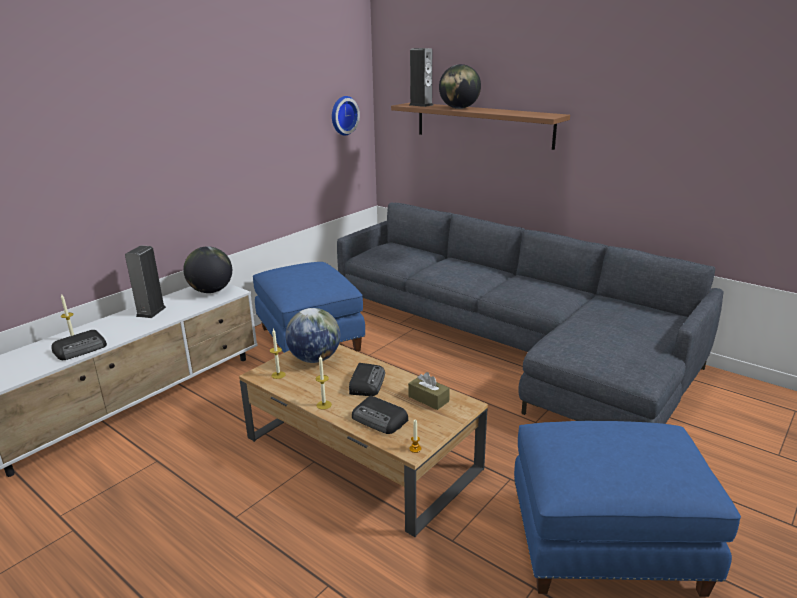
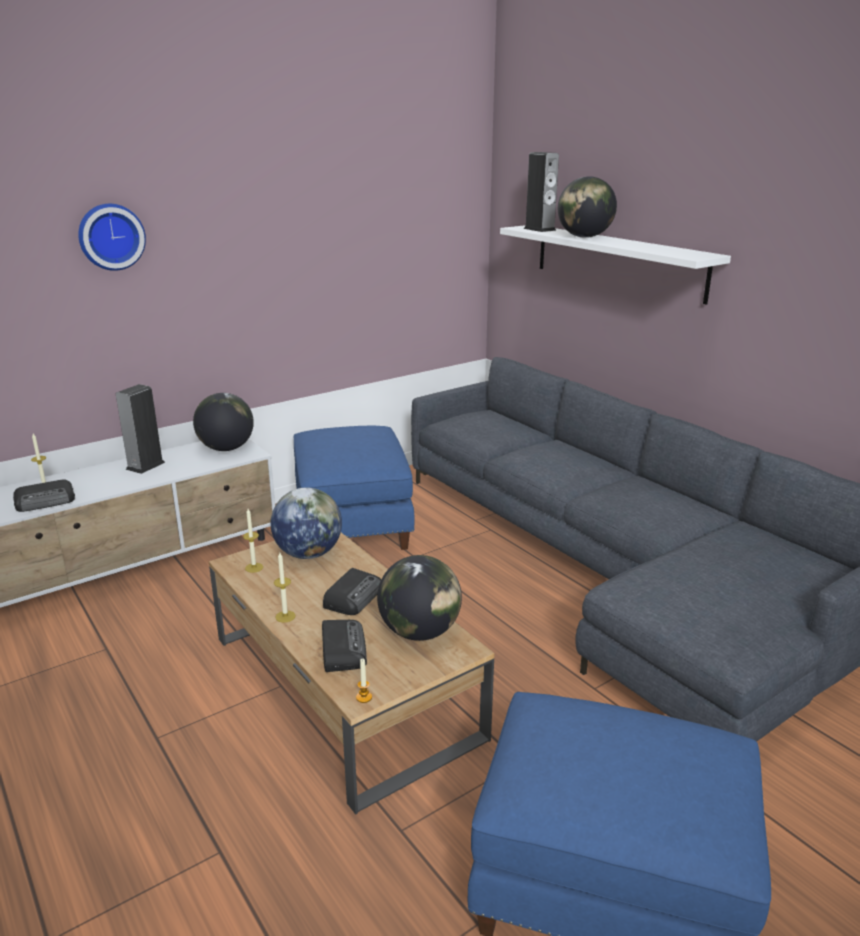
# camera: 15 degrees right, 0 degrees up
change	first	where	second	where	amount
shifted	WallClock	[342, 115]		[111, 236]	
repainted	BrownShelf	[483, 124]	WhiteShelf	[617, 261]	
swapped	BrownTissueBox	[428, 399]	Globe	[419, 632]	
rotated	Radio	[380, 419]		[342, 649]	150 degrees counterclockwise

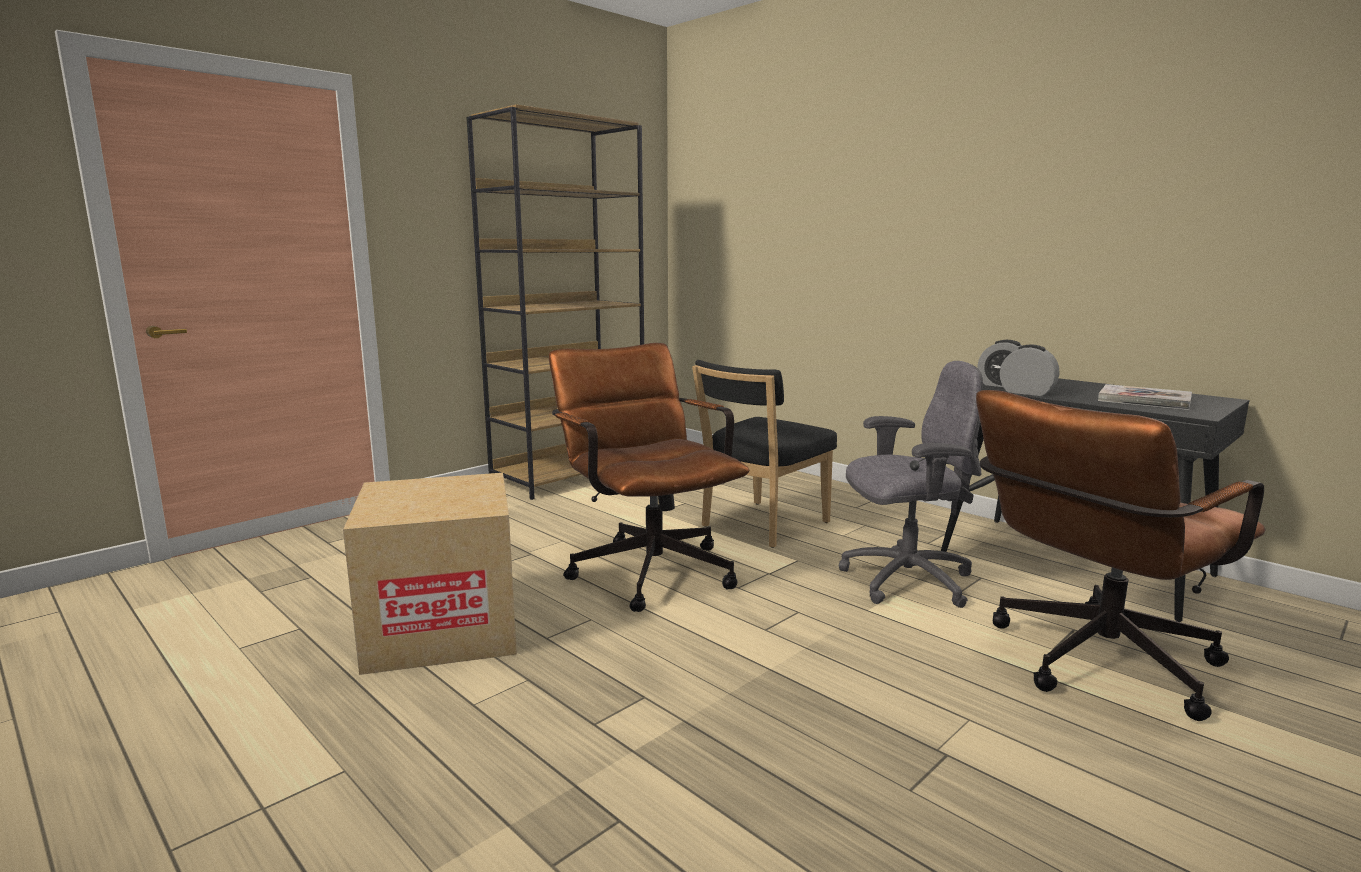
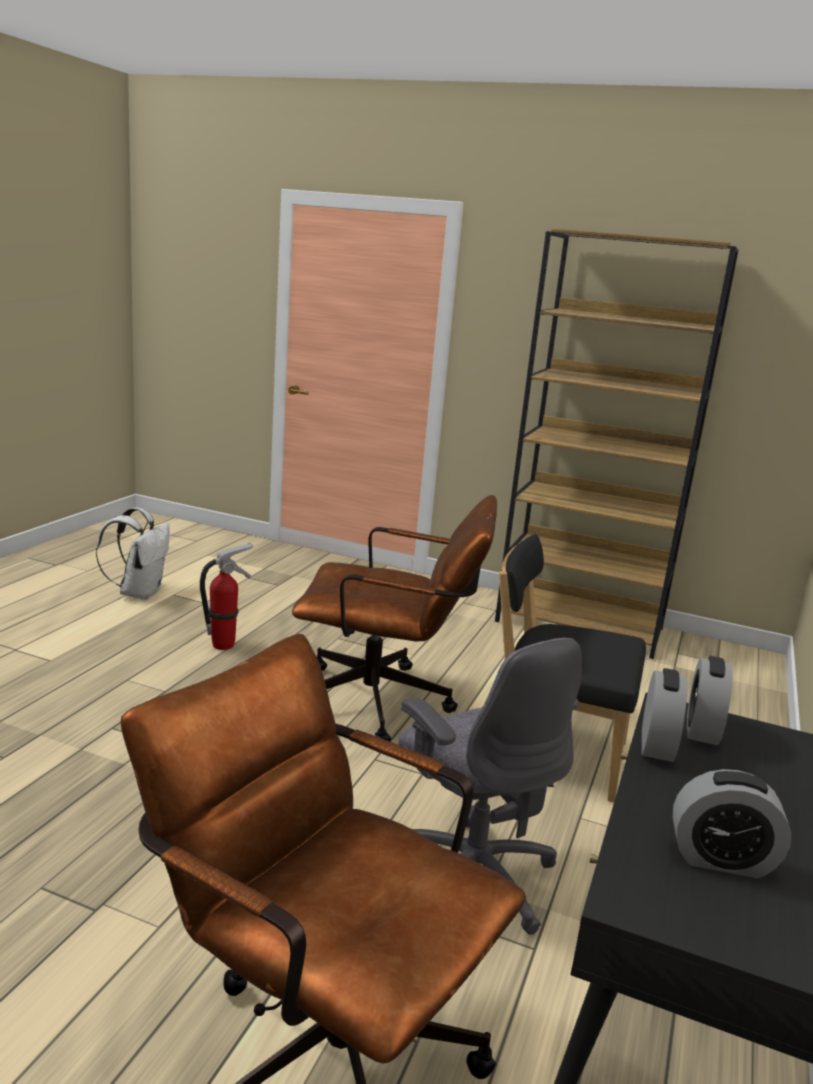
# camera: 65 degrees right, 5 degrees up
change	first	where	second	where	amount
rotated	BrownOfficeChair	[647, 567]		[386, 704]	60 degrees clockwise
swapped	Book	[1144, 400]	AlarmClock	[721, 859]	
swapped	CardboardBox	[442, 629]	FireExtinguisher	[224, 645]	
new			WhiteBackpack	[139, 593]	

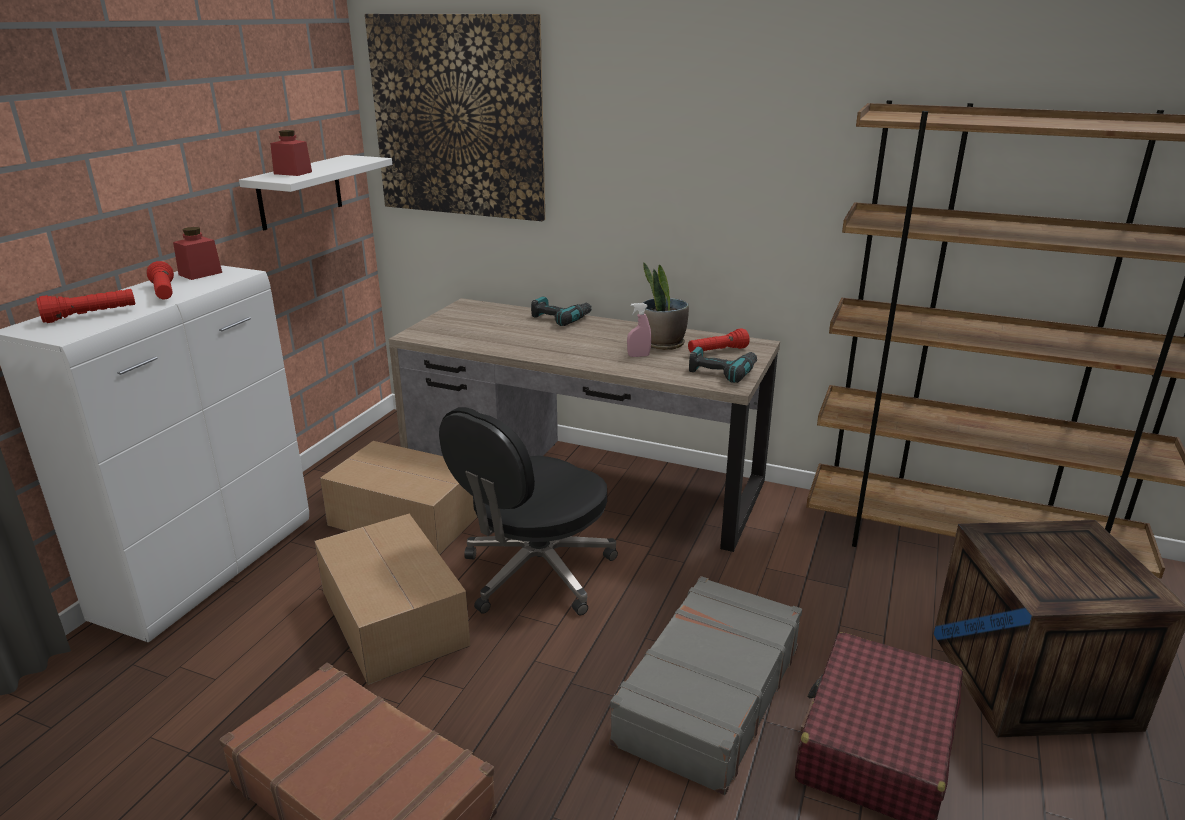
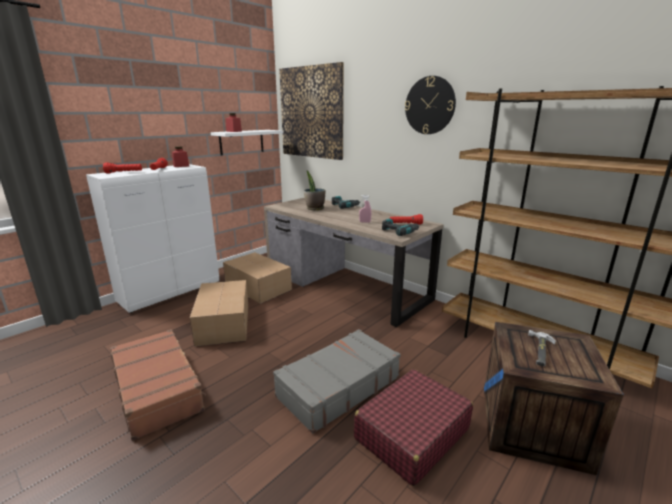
# camera: 20 degrees right, 5 degrees down
change	first	where	second	where	amount
shifted	PottedPlant	[663, 344]		[314, 208]	
gone	BlackOfficeChair	[535, 574]			
new			WallClock	[429, 105]	
new			Hammer	[540, 350]	

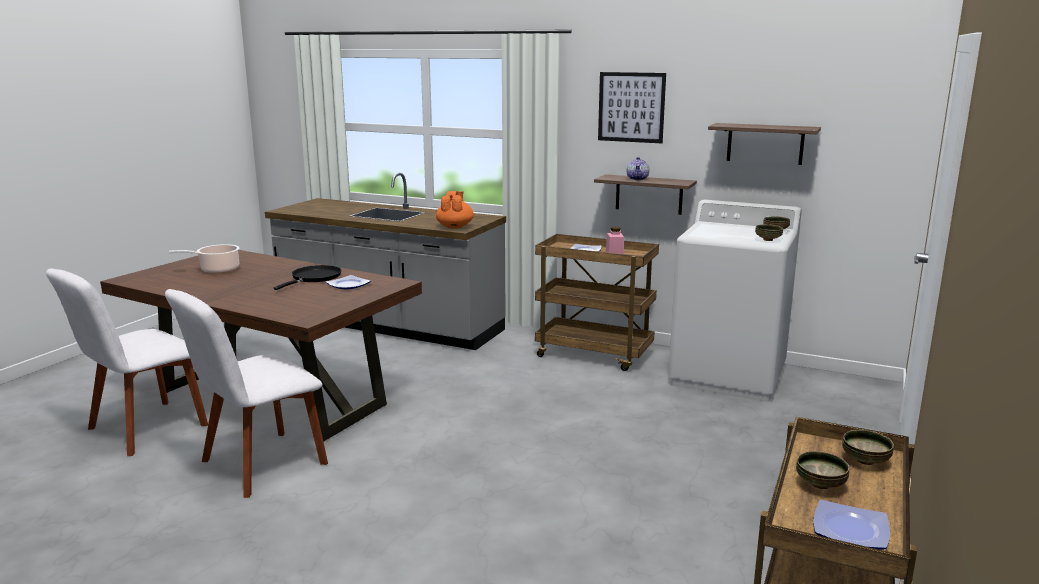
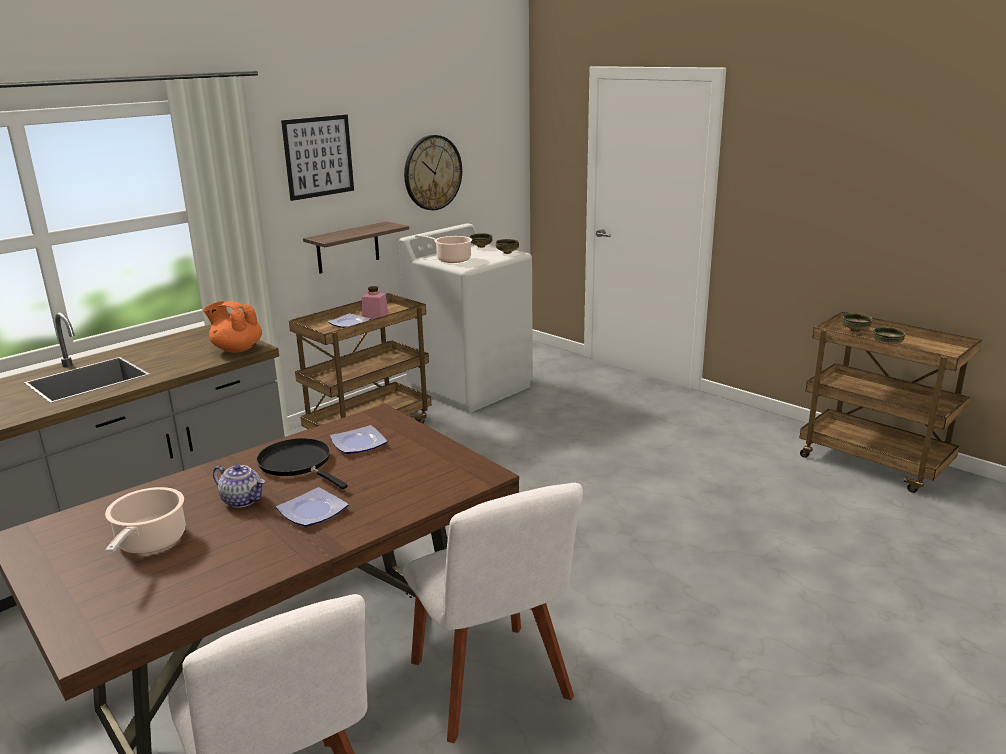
# camera: 70 degrees left, 5 degrees up
change	first	where	second	where	amount
swapped	Shelf	[765, 143]	WallClock	[432, 172]	
shifted	Teapot	[637, 179]		[243, 500]	
shifted	Plate	[849, 529]		[311, 511]	
new			CookingPot	[451, 259]	

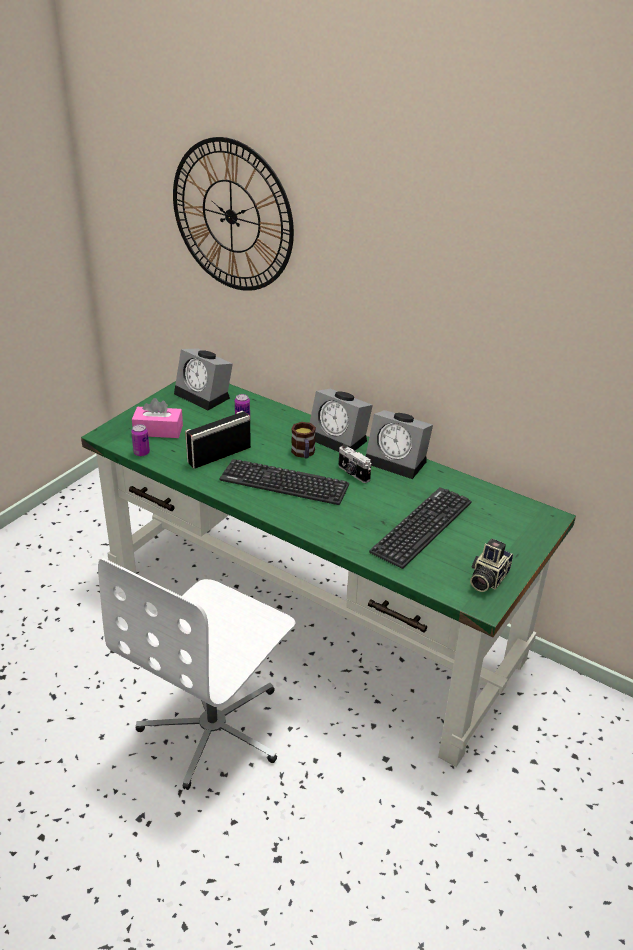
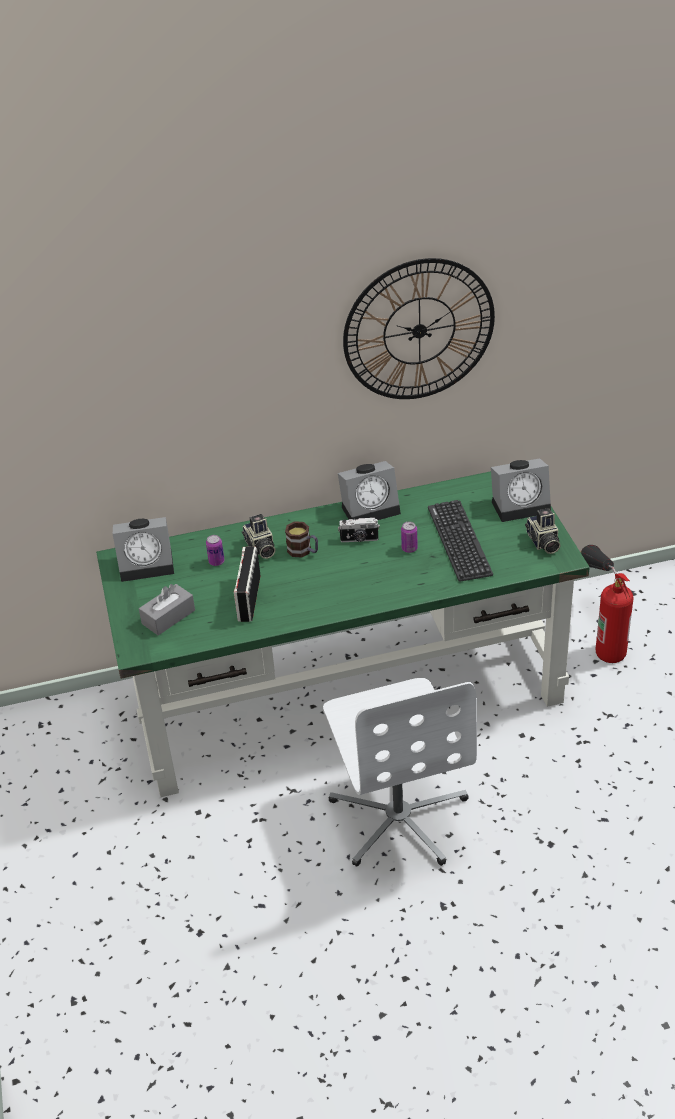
# camera: 45 degrees left, 5 degrees up
change	first	where	second	where	amount
shifted	WallClock	[231, 216]		[419, 330]	
shifted	AlarmClock	[340, 439]		[521, 505]	
repainted	PinkTissueBox	[158, 430]	GreyTissueBox	[168, 617]	
shifted	Can	[141, 453]		[409, 549]	
gone	Keyboard	[284, 483]			
new			PhotoCamera	[260, 548]	
new			FireExtinguisher	[601, 633]	

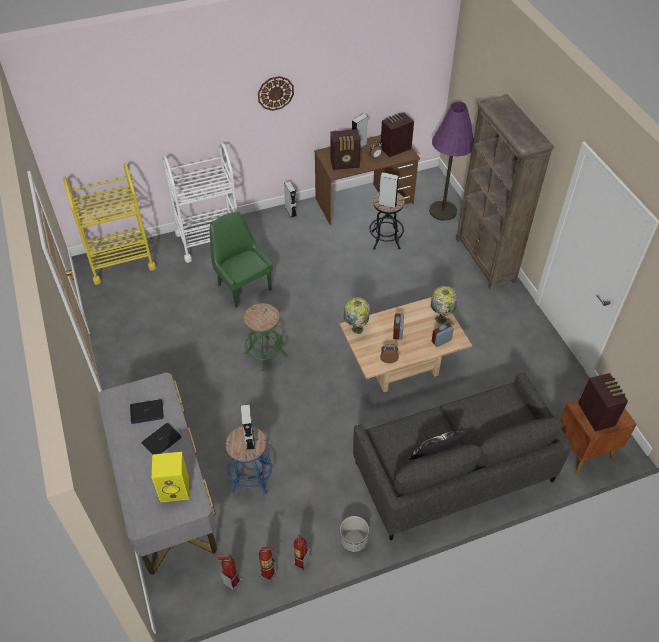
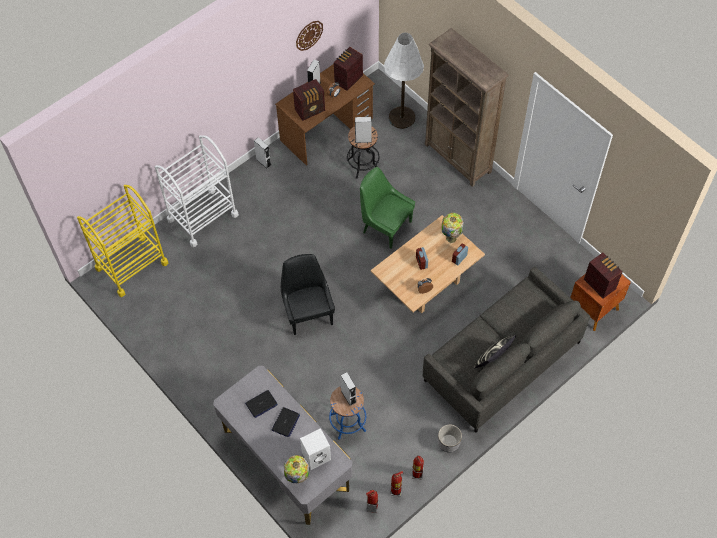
# camera: 20 degrees left, 10 degrees up
change	first	where	second	where	amount
shifted	WallClock	[275, 93]		[309, 35]	
repainted	PurpleFloorLamp	[443, 211]	WhiteFloorLamp	[402, 118]	
shifted	GreenChair	[243, 286]		[385, 226]	
shifted	TableLamp	[356, 329]		[298, 478]	
swapped	GreenStool	[265, 354]	BlackChair	[308, 313]	
repainted	YellowSpeaker	[175, 488]	WhiteSpeaker	[316, 455]	

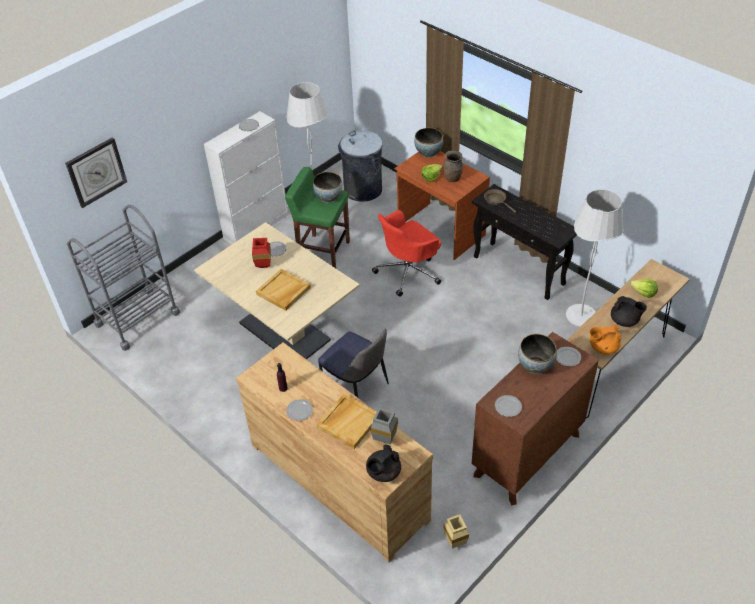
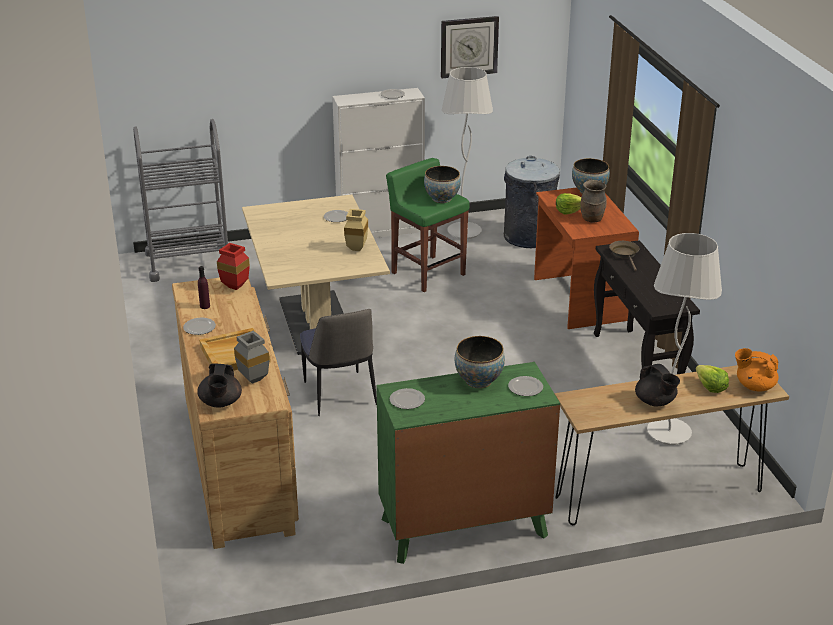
# camera: 30 degrees right, 15 degrees down
change	first	where	second	where	amount
shifted	WallClock	[96, 172]		[469, 46]	
gone	RedOfficeChair	[408, 272]			
shifted	RedVase	[264, 265]		[236, 287]	
gone	BeigeTray	[283, 291]			
shifted	OrangeTeapot	[602, 347]		[754, 386]	
repainted	BrownDresser	[527, 455]	GreenDresser	[464, 527]	
rotated	BlackTeapot	[383, 473]		[220, 403]	75 degrees counterclockwise
shifted	BeigeVase	[454, 541]		[356, 248]	

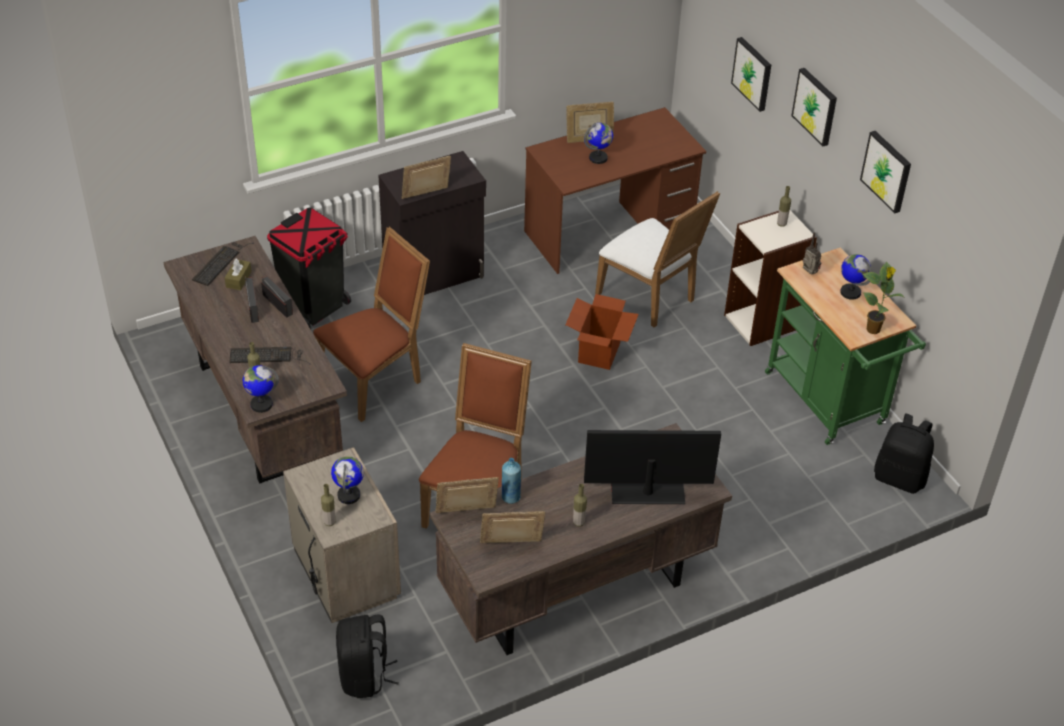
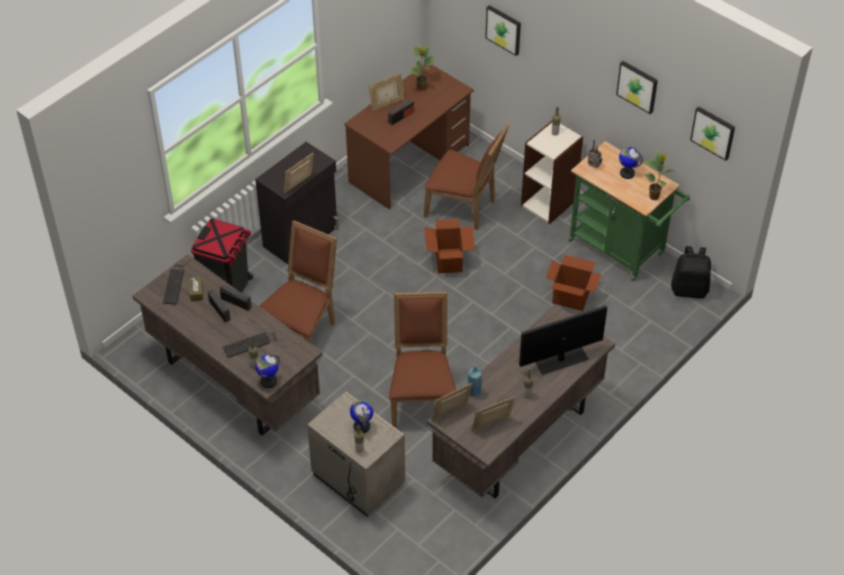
# camera: 20 degrees left, 5 degrees up
change	first	where	second	where	amount
shifted	Picture	[816, 106]		[713, 132]	
swapped	Globe	[598, 158]	Radio	[401, 117]	
repainted	WhiteChair	[651, 298]	BrownChair	[464, 208]	
gone	BlackBackpack	[364, 676]			
new			PottedPlant	[421, 88]	
new			CardboardBox	[571, 298]	

